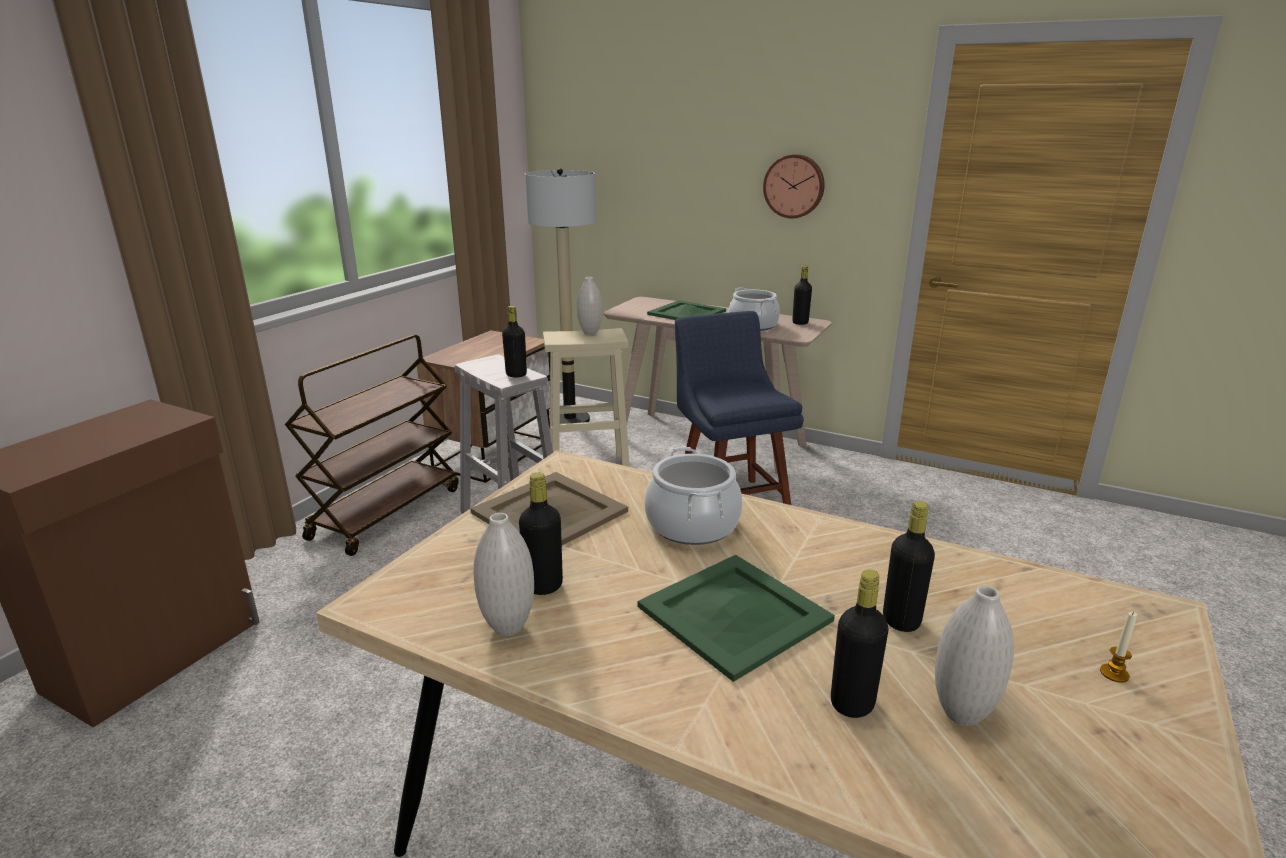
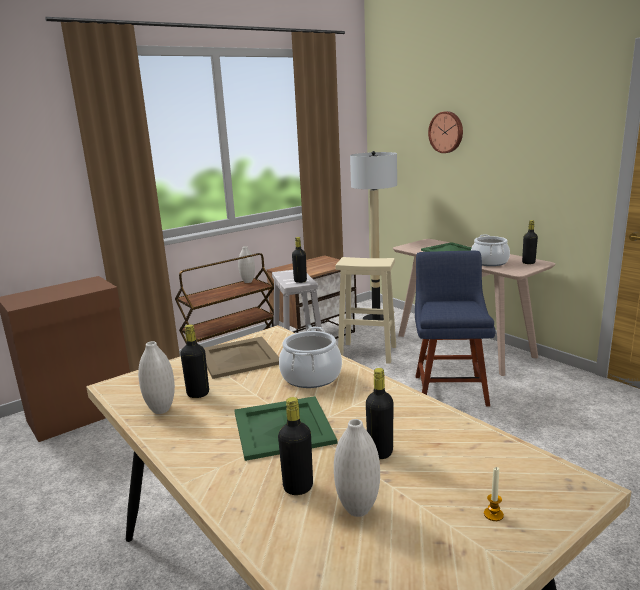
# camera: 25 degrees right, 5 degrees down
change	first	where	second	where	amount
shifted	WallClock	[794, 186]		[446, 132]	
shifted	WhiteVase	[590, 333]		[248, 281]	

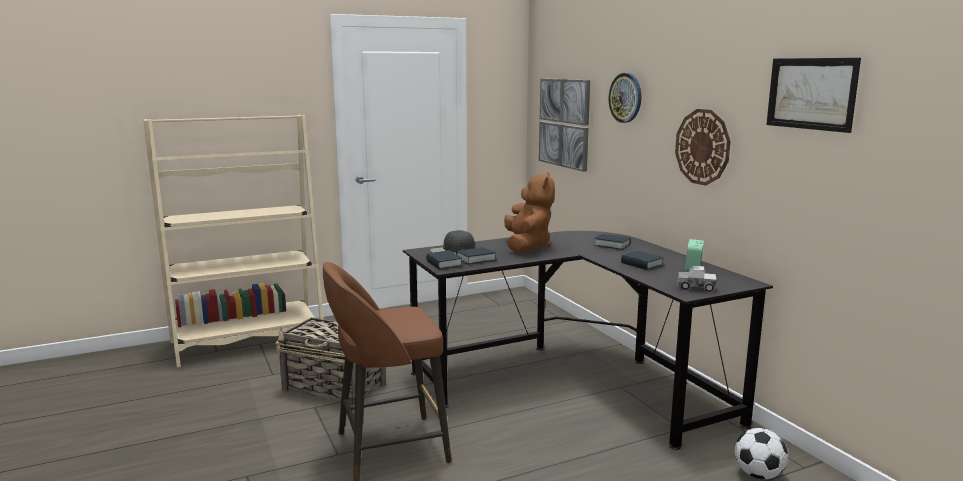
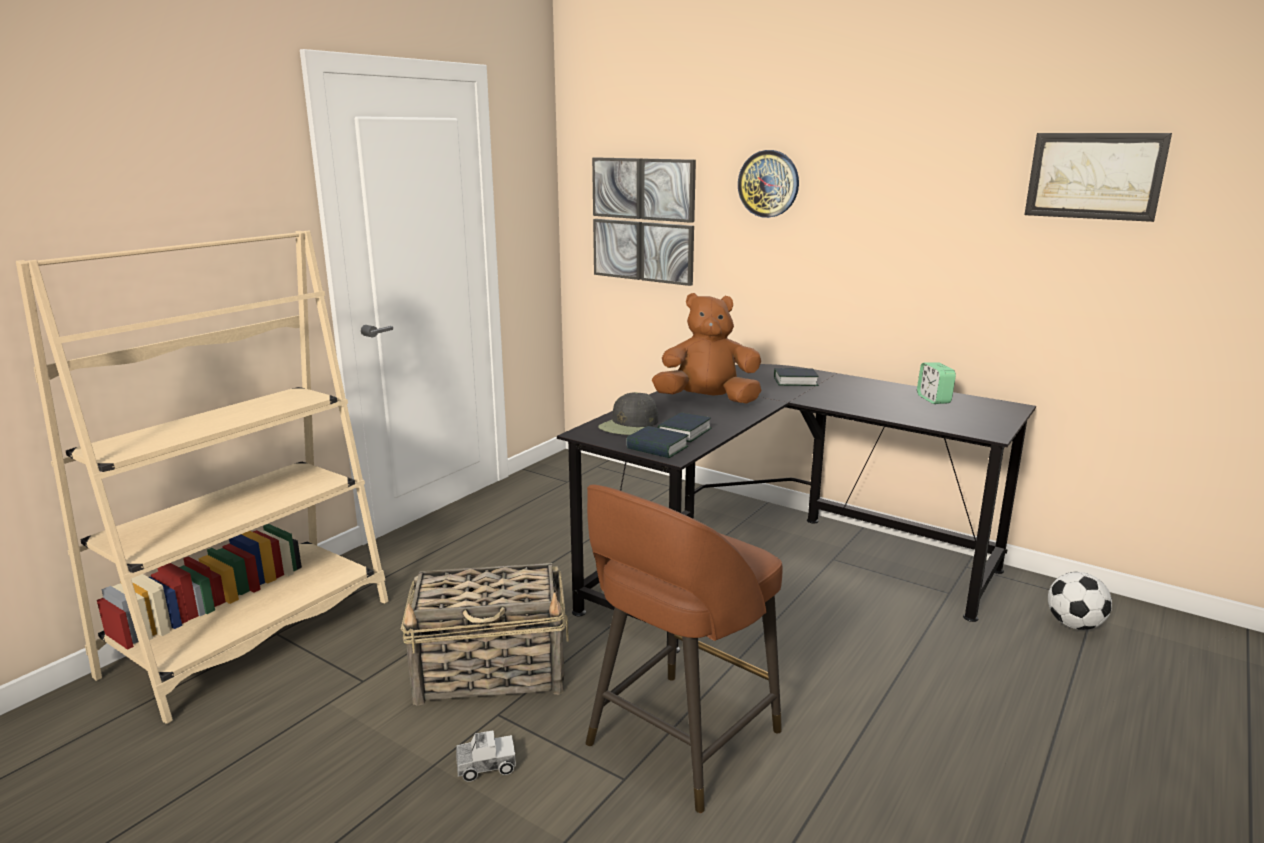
# camera: 30 degrees left, 5 degrees up
change	first	where	second	where	amount
gone	WallClock	[702, 147]			
rotated	BrownPlushToy	[527, 246]		[707, 401]	60 degrees counterclockwise
gone	Book	[641, 264]			
shifted	ToyTruck	[695, 288]		[486, 766]	

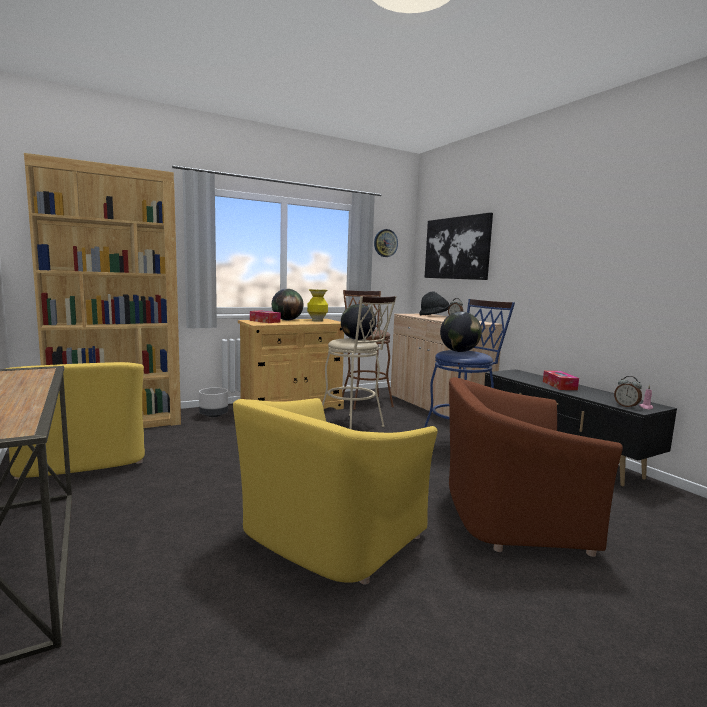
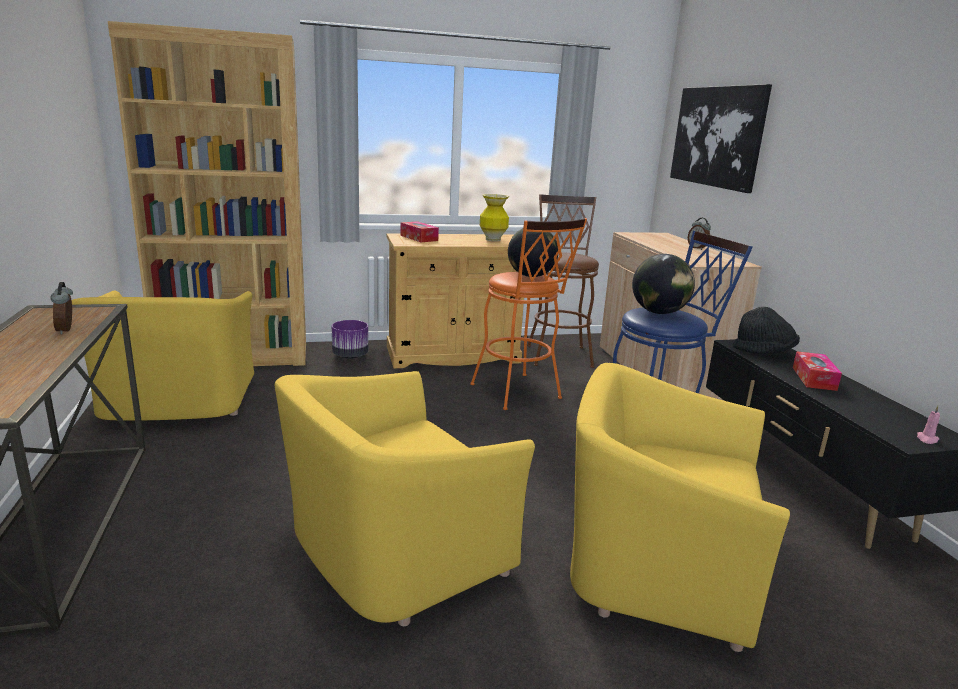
# camera: 15 degrees right, 10 degrees up
change	first	where	second	where	amount
gone	WallClock	[385, 243]			
gone	Globe	[287, 320]			
shifted	BlackHat	[435, 315]		[764, 352]	
repainted	BeigeStool	[354, 427]	OrangeStool	[519, 394]	
shifted	AlarmClock	[626, 406]		[67, 330]	
repainted	BrownArmchair	[510, 516]	YellowArmchair	[655, 566]	
repainted	GreyPlanter	[213, 415]	PurplePlanter	[350, 355]	

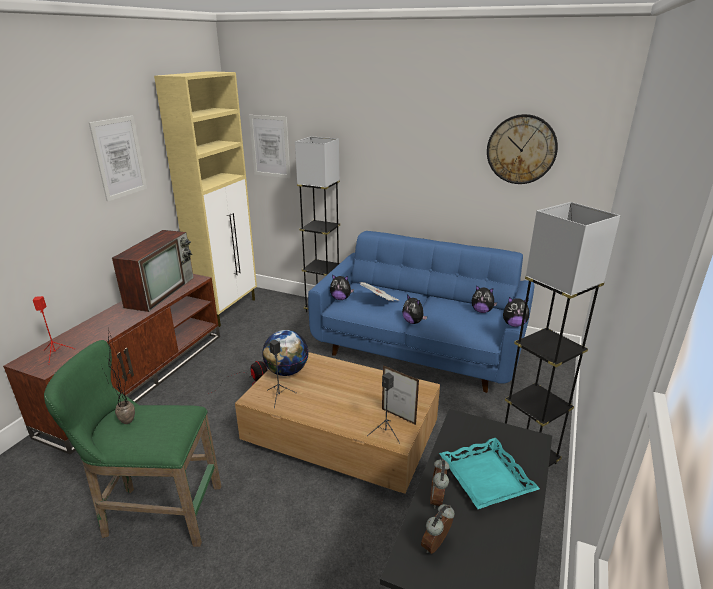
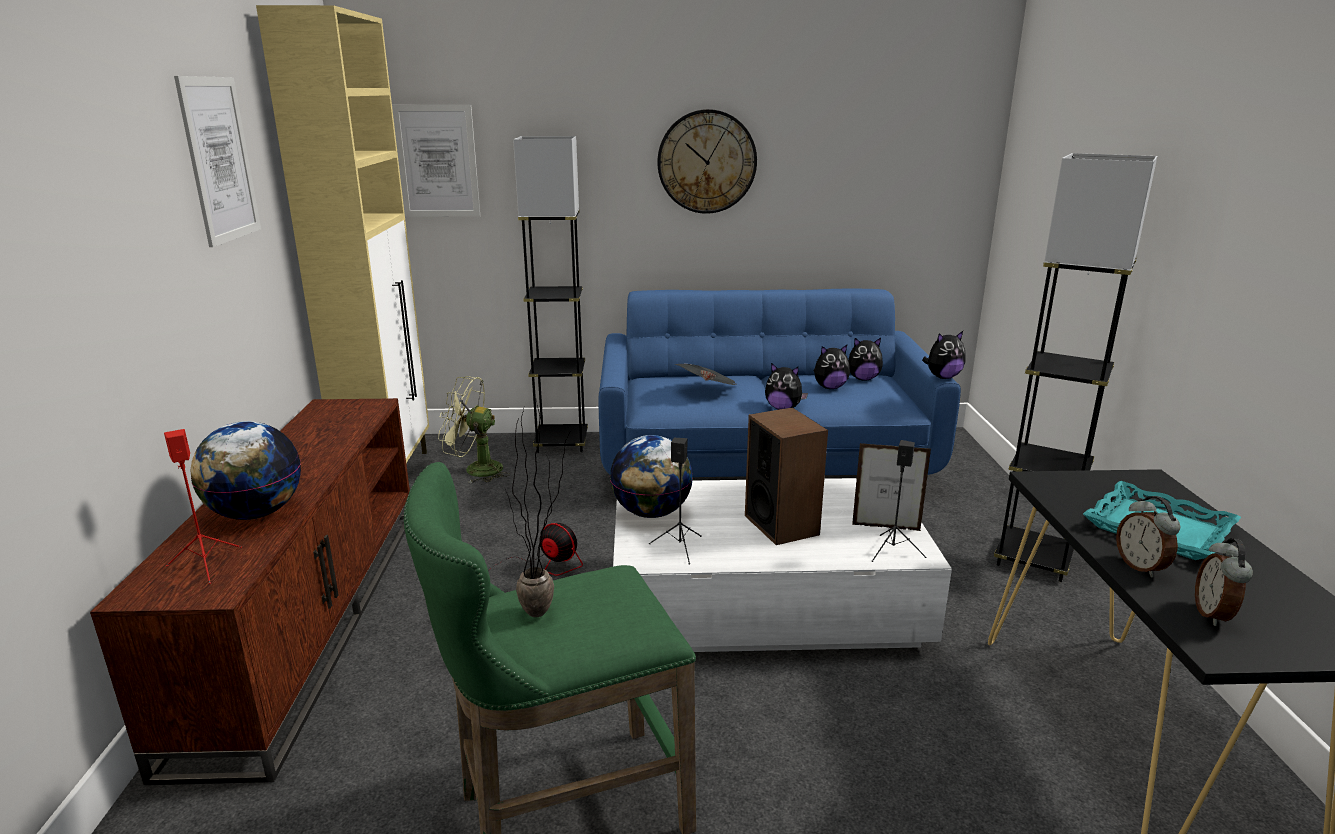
# camera: 25 degrees left, 5 degrees down
change	first	where	second	where	amount
shifted	WallClock	[521, 149]		[706, 162]	
gone	Television	[161, 291]			
shifted	PlushToy	[340, 298]		[829, 387]	
repainted	BrownCoffeeTable	[341, 436]	WhiteCoffeeTable	[765, 602]	
new			GreenFan	[475, 470]	
new			Speaker	[781, 525]	
new			Globe	[255, 513]	

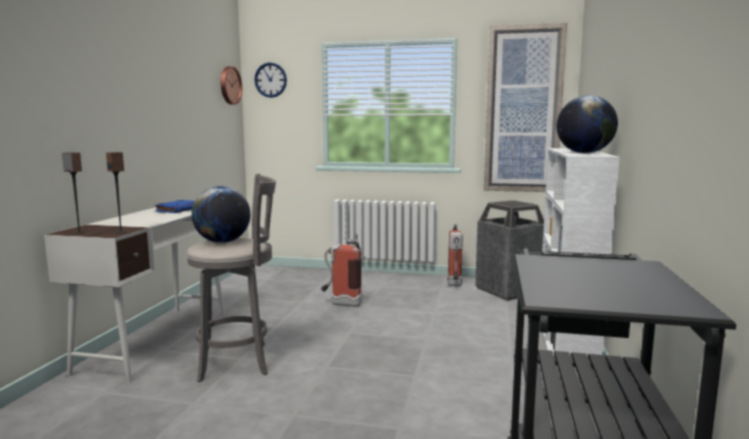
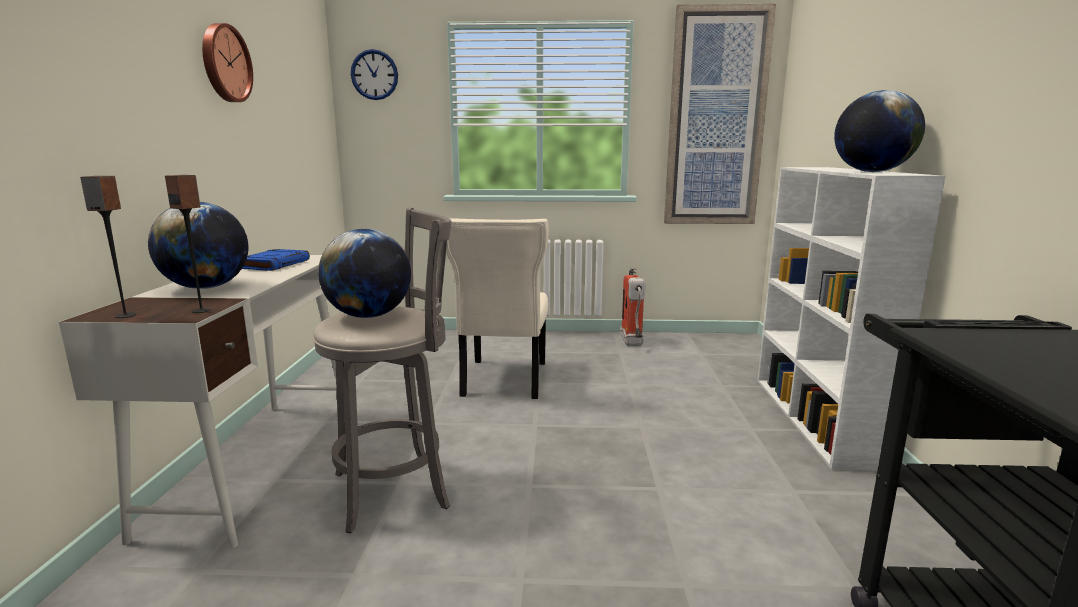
# camera: 10 degrees left, 5 degrees up
change	first	where	second	where	amount
shifted	WallClock	[229, 85]		[224, 63]	
gone	TrashCan	[508, 291]			
swapped	FireExtinguisher	[341, 304]	BeigeChair	[503, 381]	
new			Globe	[206, 287]	

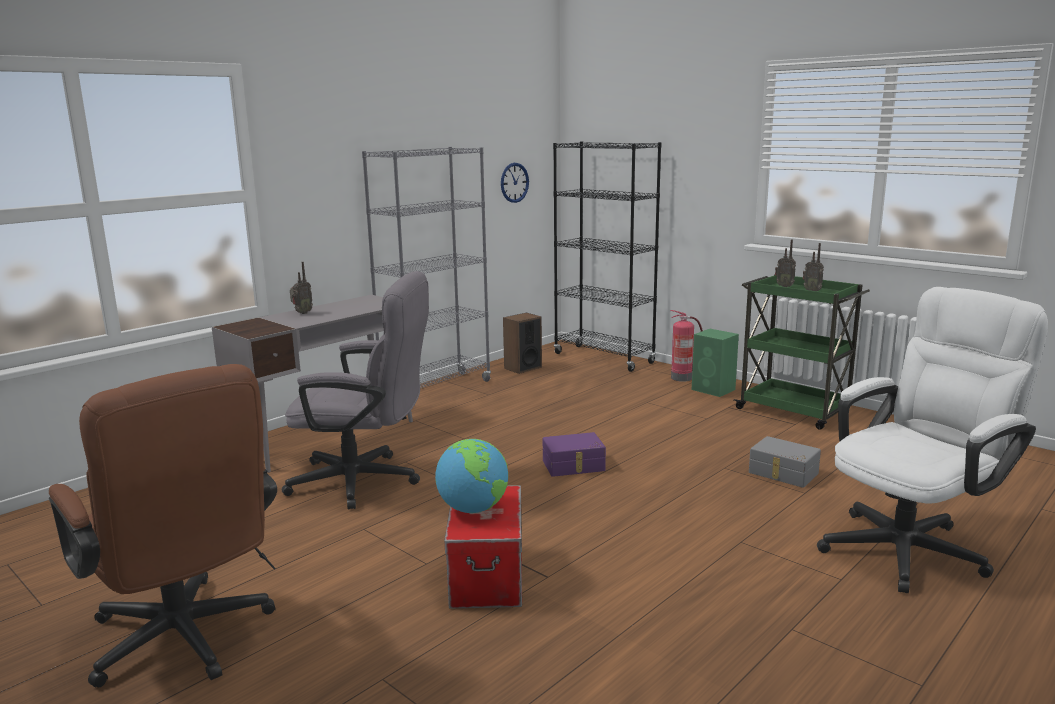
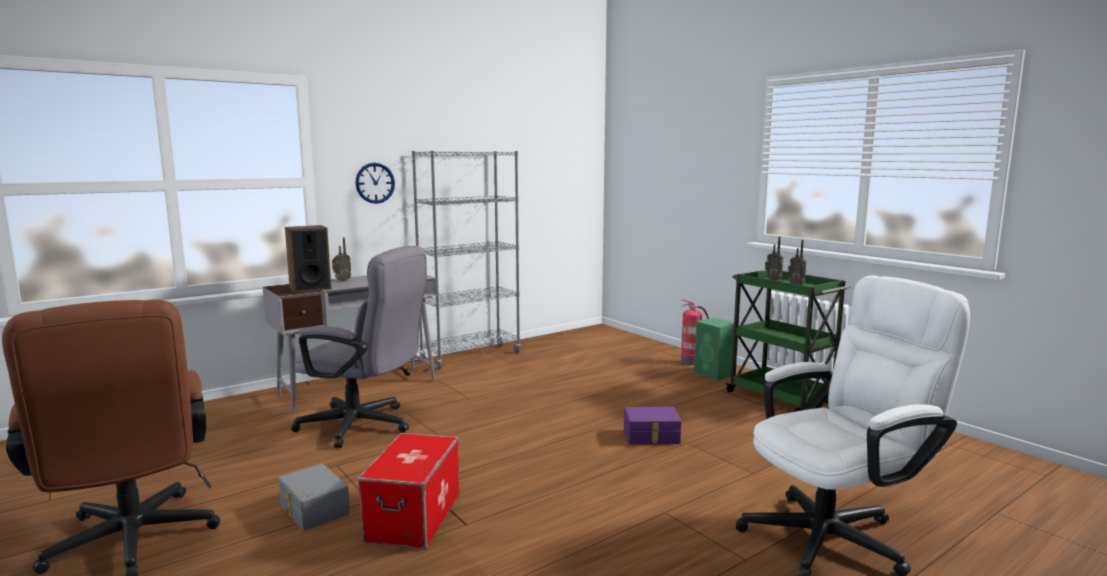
# camera: 10 degrees right, 5 degrees down
change	first	where	second	where	amount
gone	BlackBookcase	[604, 358]			
shifted	WallClock	[514, 182]		[375, 183]	
shifted	Speaker	[522, 368]		[310, 288]	
shifted	PurpleStorageBox	[574, 466]		[651, 437]	
shifted	GreyStorageBox	[783, 473]		[313, 510]	
gone	Globe	[473, 509]			

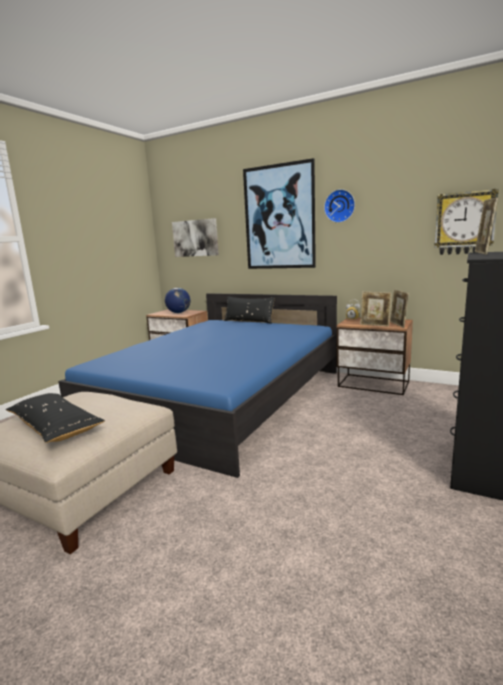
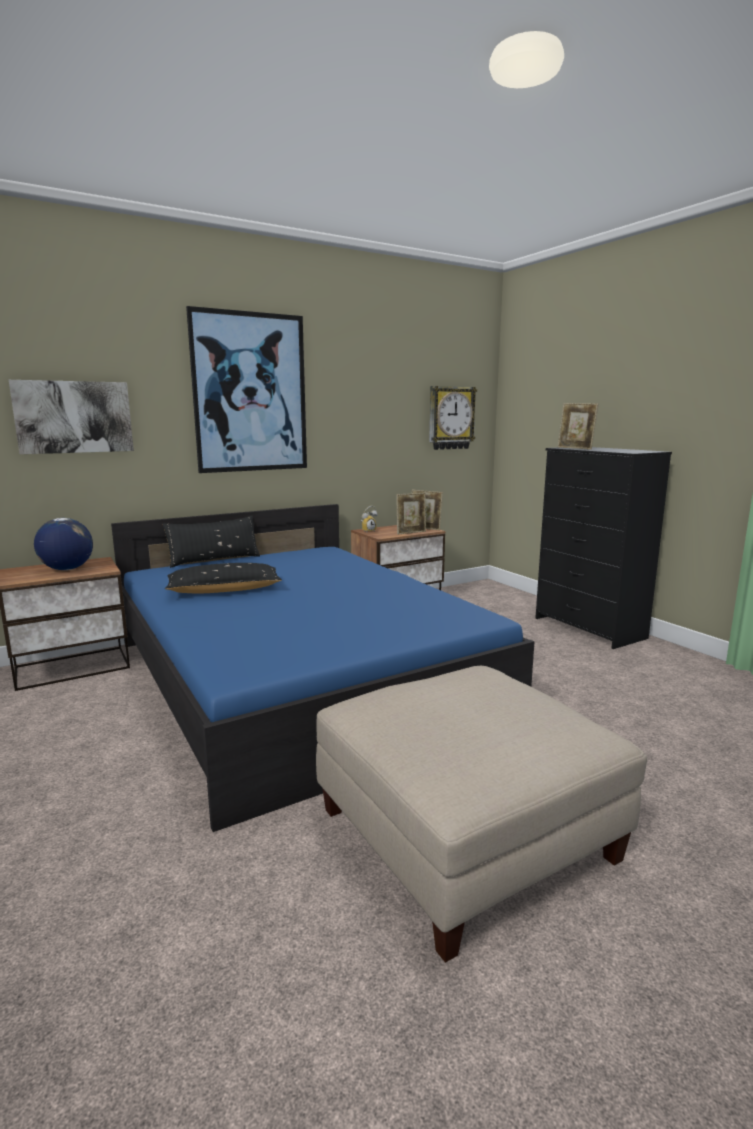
# camera: 60 degrees left, 0 degrees up
change	first	where	second	where	amount
gone	WallClock	[340, 206]			
shifted	BlackPillow	[55, 427]		[224, 590]	

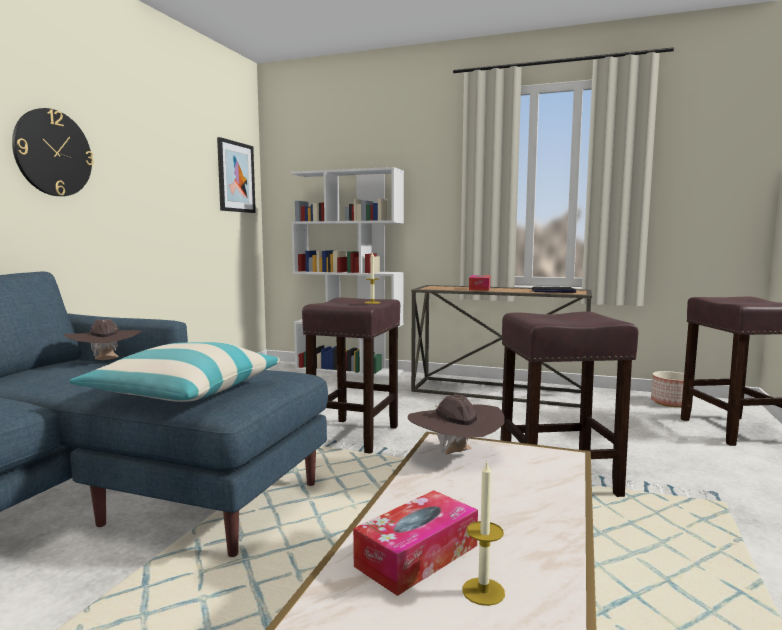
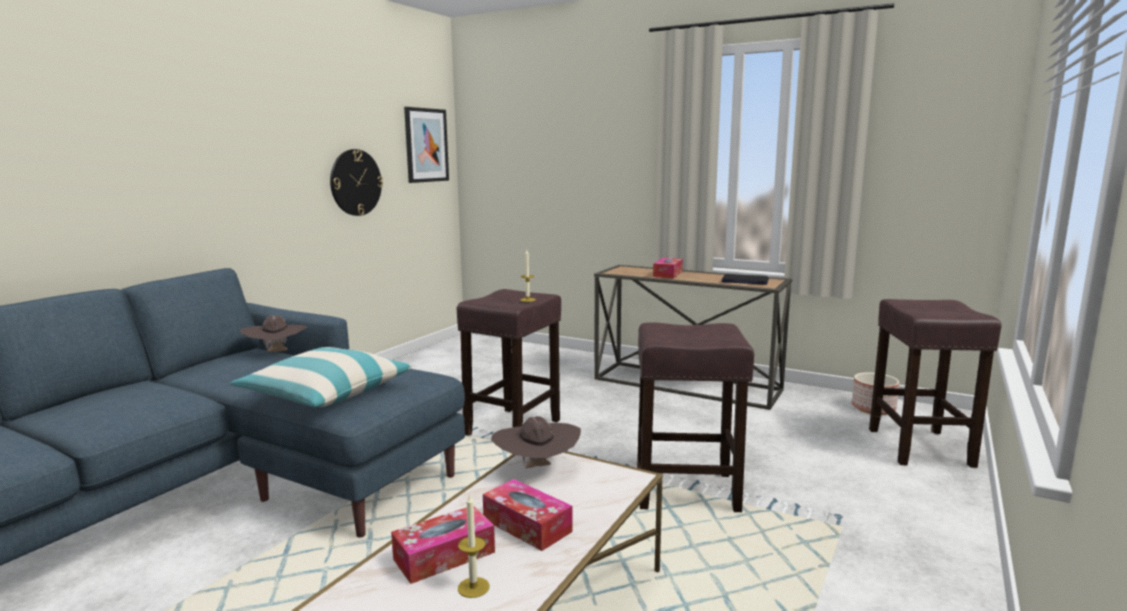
# camera: 10 degrees right, 5 degrees up
change	first	where	second	where	amount
shifted	WallClock	[53, 153]		[355, 182]	
gone	WhiteBookcase	[349, 370]			
new			TissueBox	[527, 525]	

